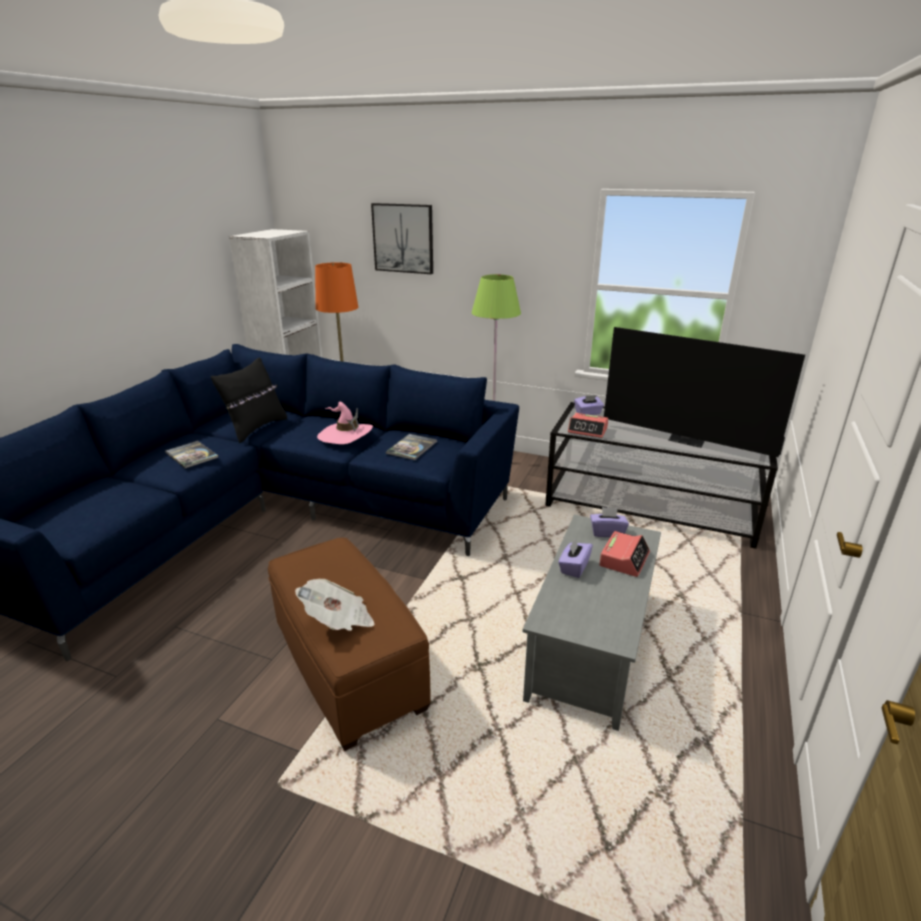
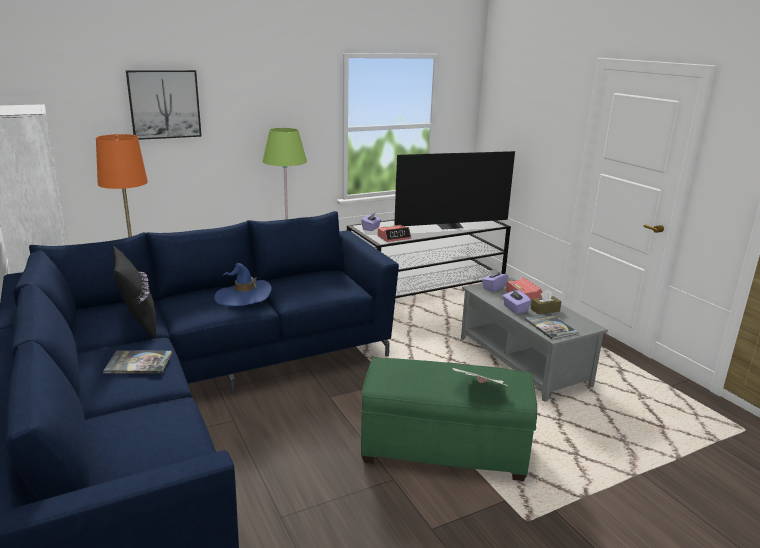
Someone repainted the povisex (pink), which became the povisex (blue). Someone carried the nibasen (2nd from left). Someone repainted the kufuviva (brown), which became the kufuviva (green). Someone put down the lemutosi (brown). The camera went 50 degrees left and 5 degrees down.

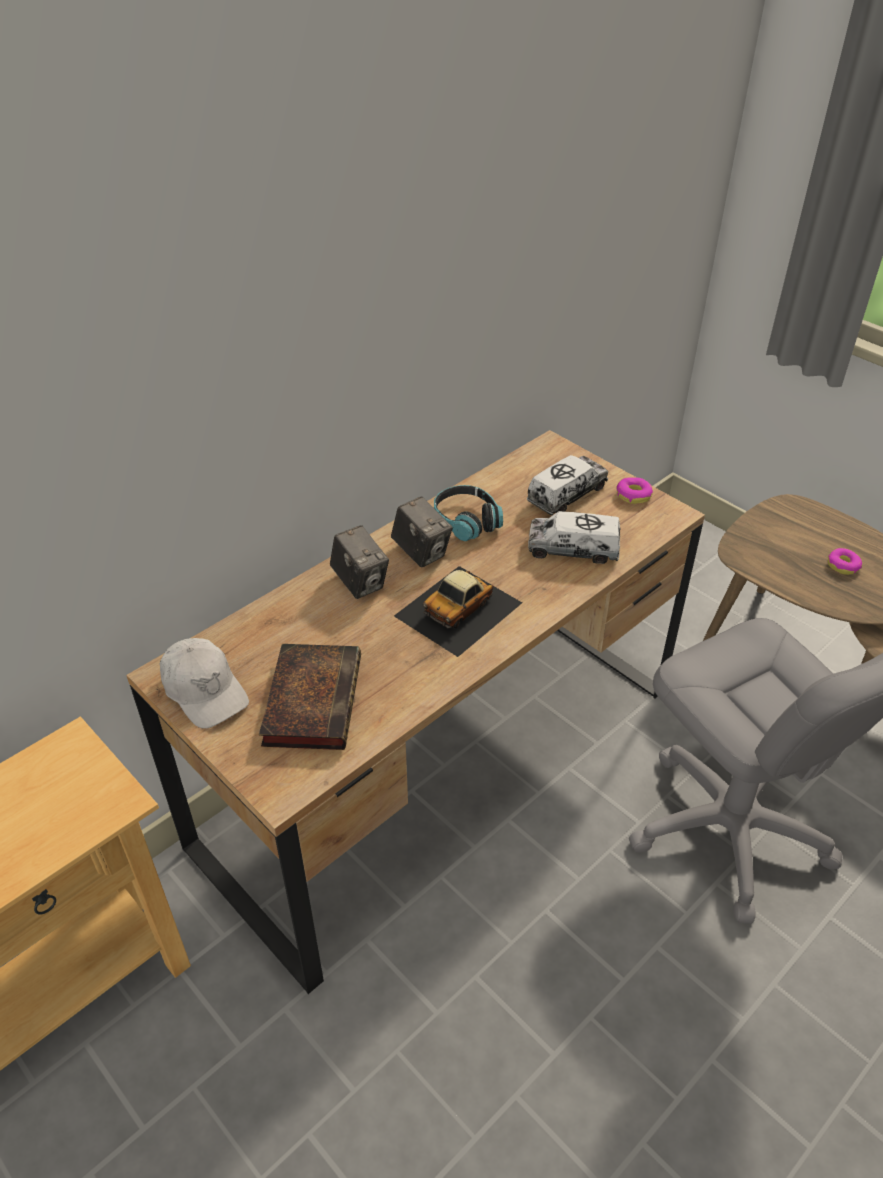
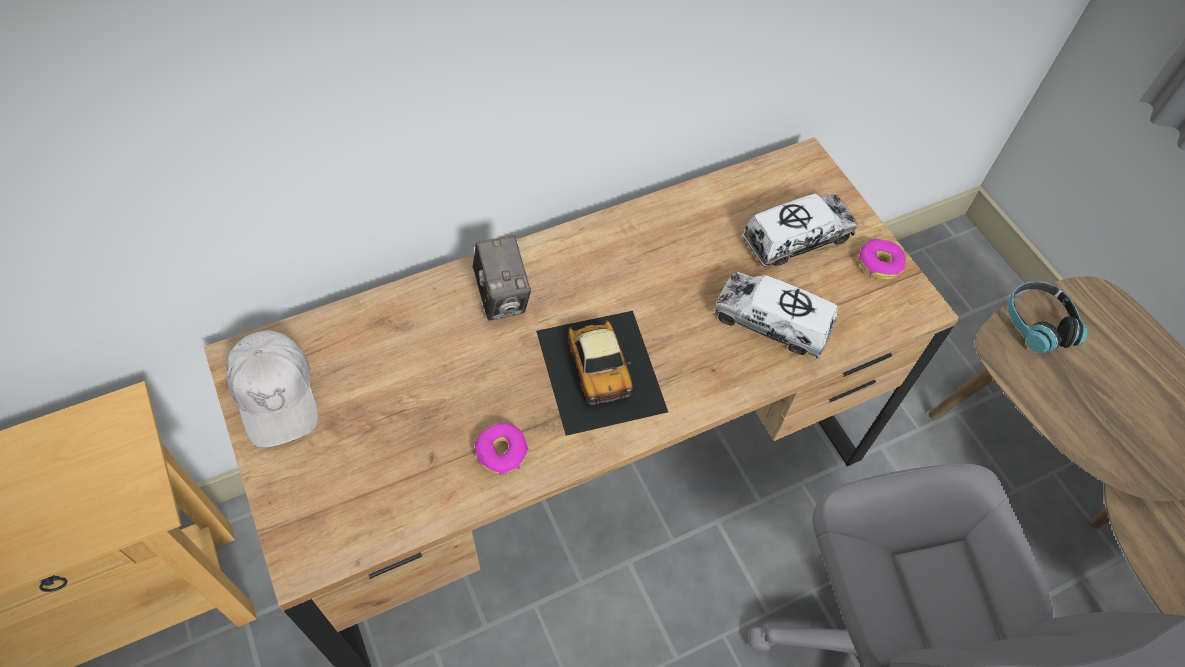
Someone carried the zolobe. Someone took away the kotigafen (2nd from left). Someone carried the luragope (2nd from left in the first image). Someone rotated the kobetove by 75 degrees counterclockwise. Someone took away the nibasen. The camera went 15 degrees right and 15 degrees up.

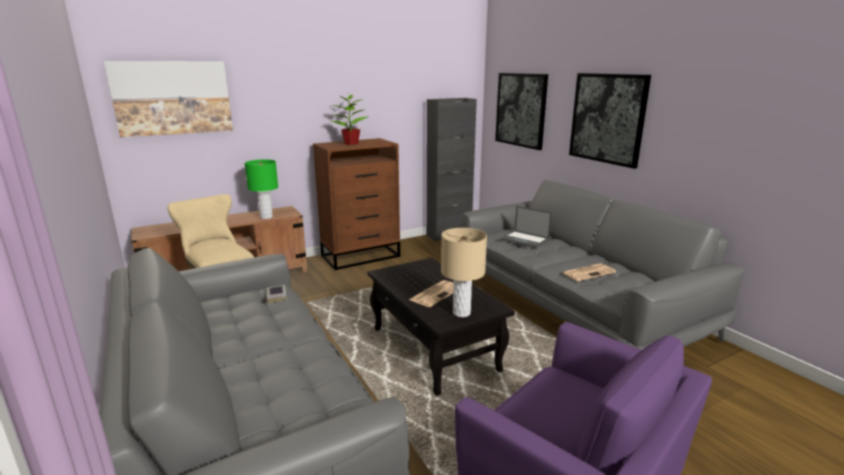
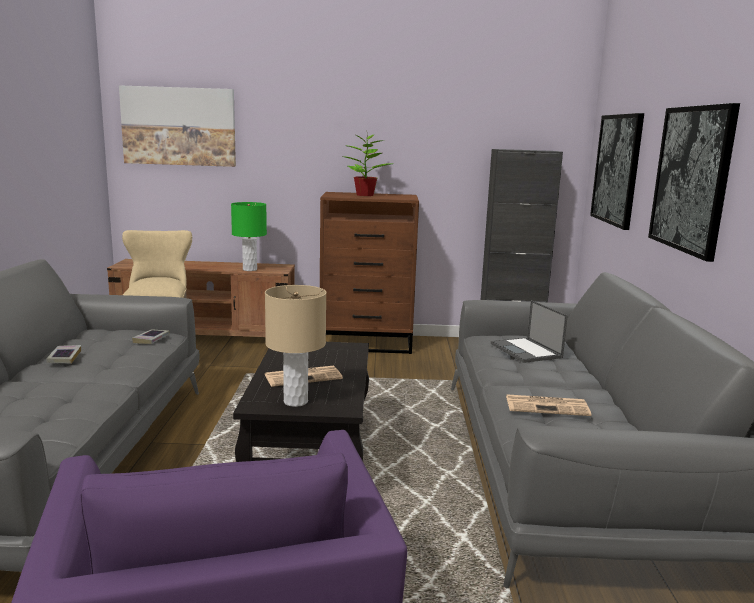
Someone put down the nibasen (1st from left). The camera went 30 degrees right and 5 degrees down.

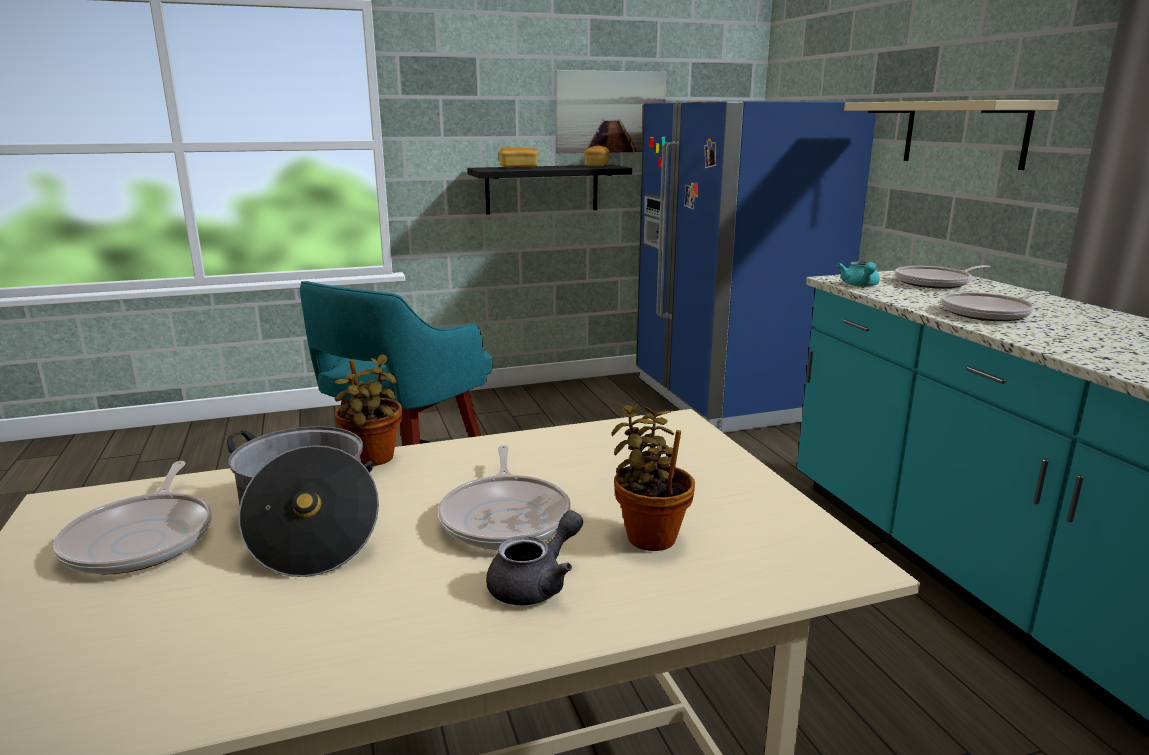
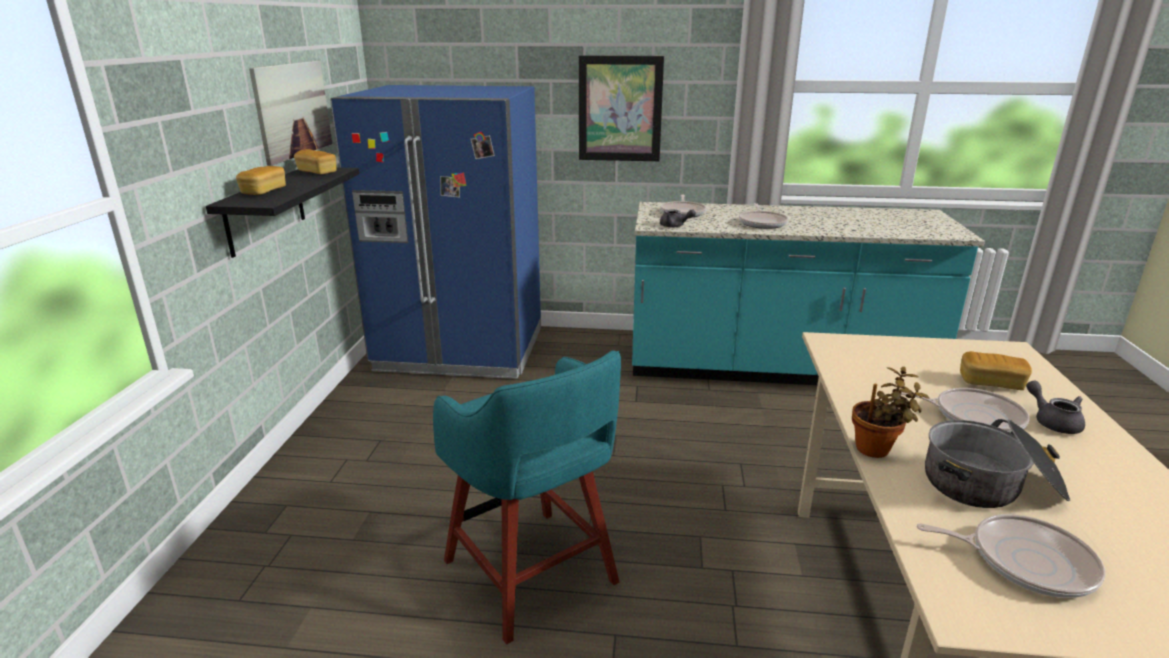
Someone swapped the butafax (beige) for the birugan (2nd from left). Someone repainted the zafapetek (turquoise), which became the zafapetek (grey) (1st from left). Someone swapped the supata (2nd from left) for the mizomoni (3rd from left). The camera went 65 degrees left and 5 degrees up.

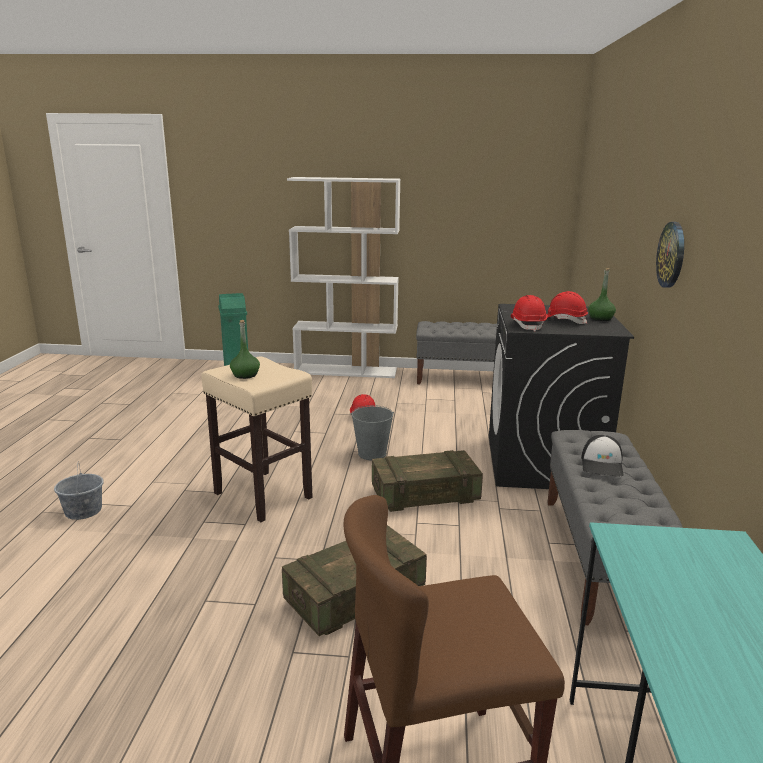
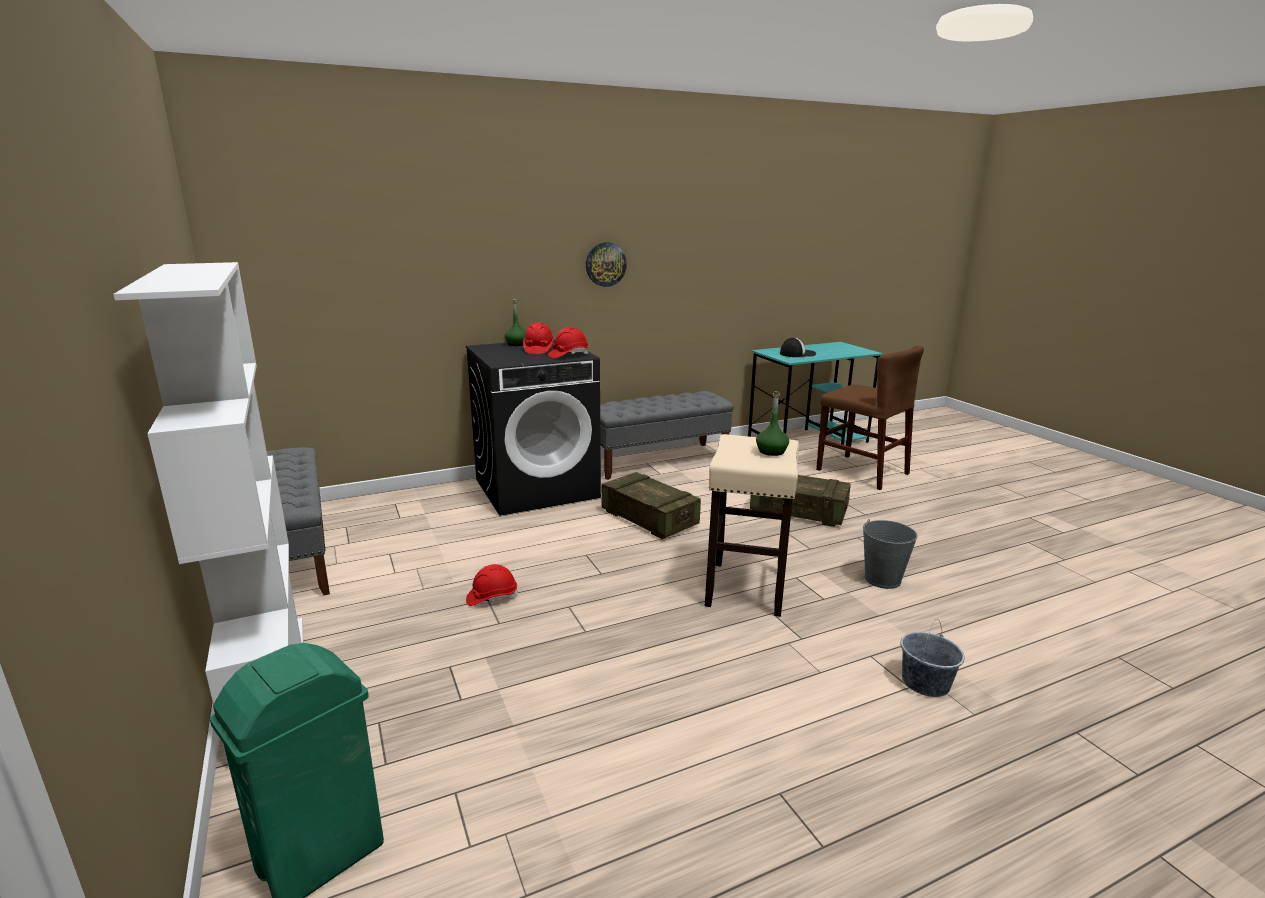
Someone carried the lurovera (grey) (2nd from left in the first image). Someone carried the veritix. The camera went 120 degrees left and 0 degrees up.

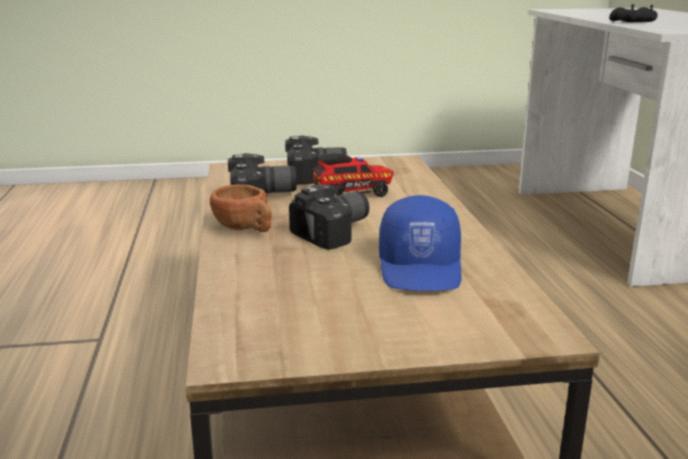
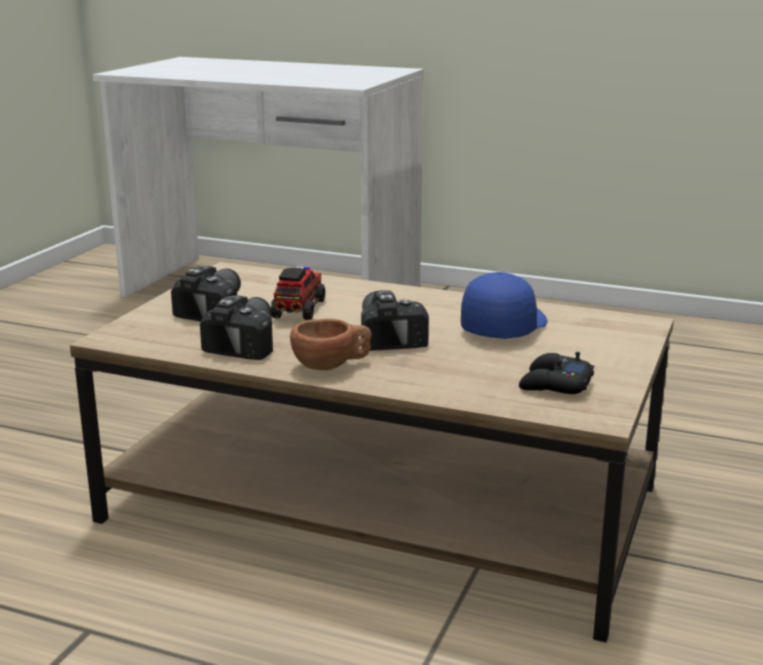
Someone carried the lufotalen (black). Someone rotated the veritix (blue) by 90 degrees counterclockwise. The camera went 60 degrees left and 0 degrees up.

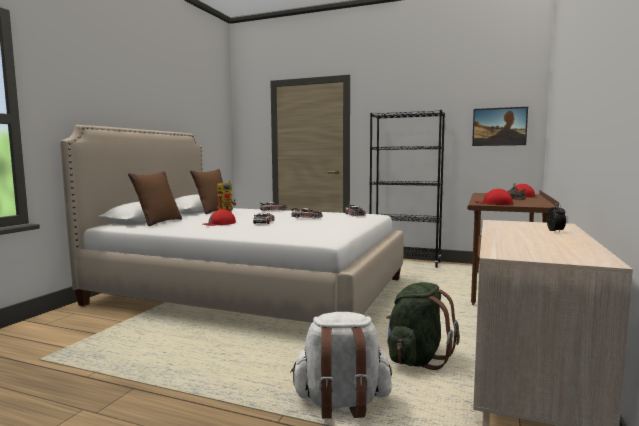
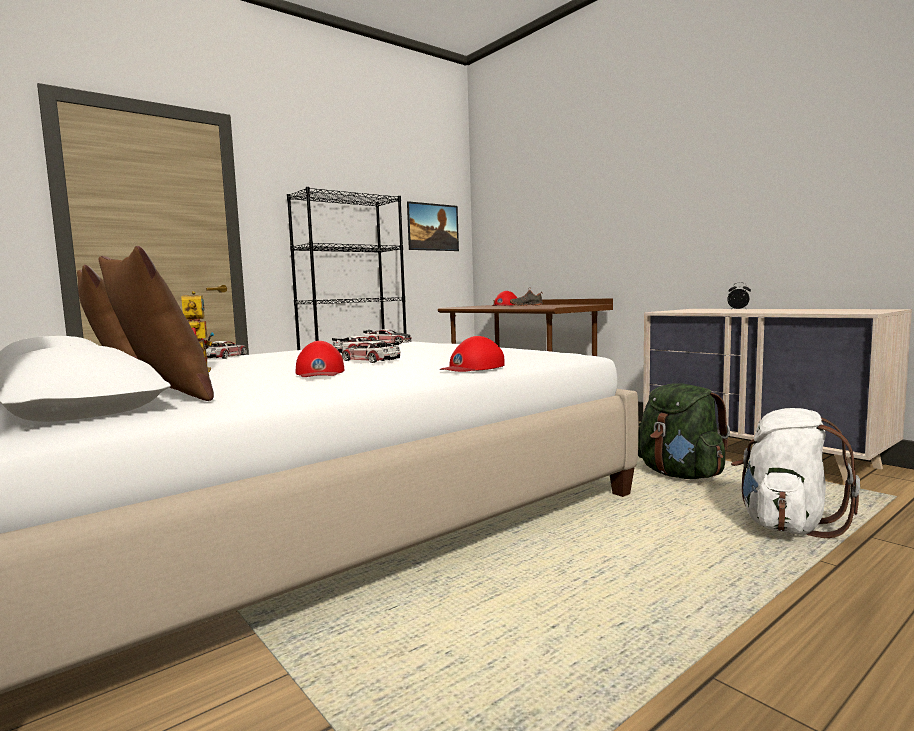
Someone carried the veritix (red) (2nd from left). The camera went 60 degrees left and 0 degrees up.

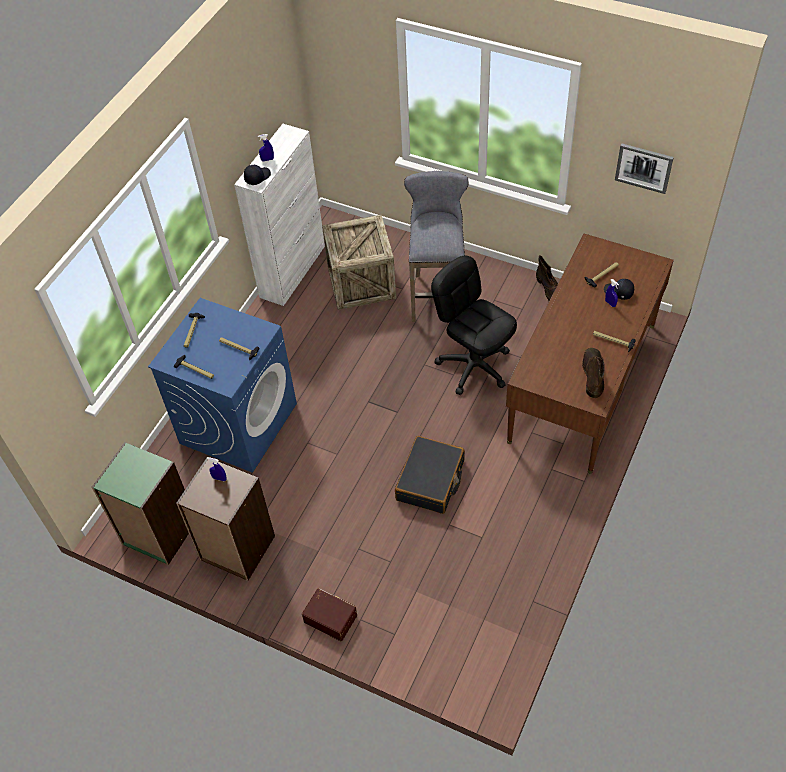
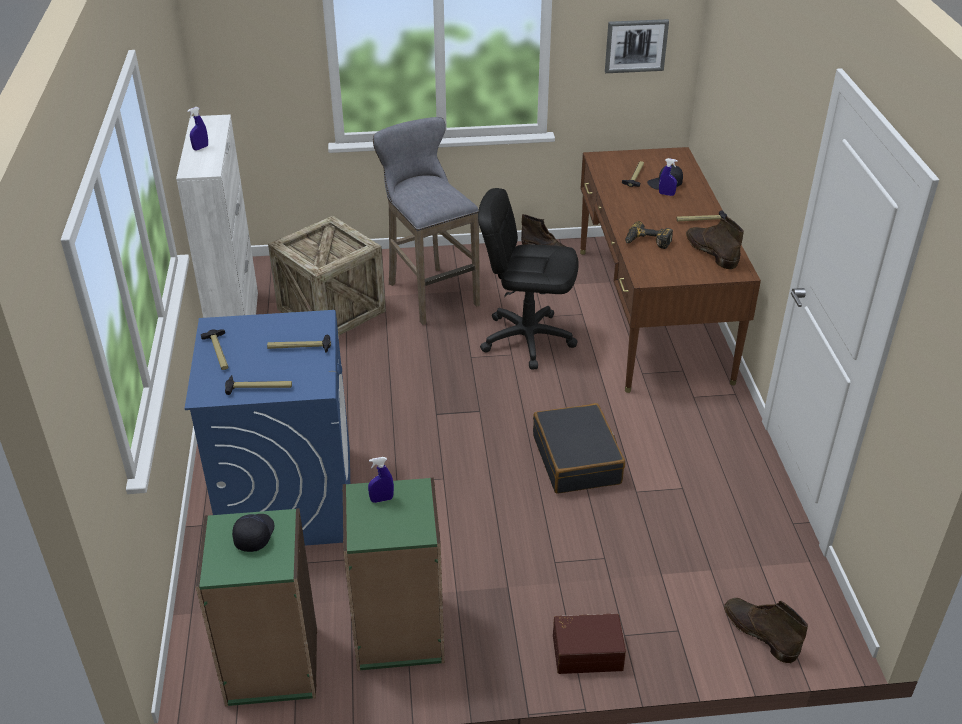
Someone carried the veritix (black) (1st from left). Someone repainted the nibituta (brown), which became the nibituta (green) (2nd from left). Someone put down the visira. Someone put down the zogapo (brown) (3rd from left). The camera went 35 degrees left and 15 degrees down.

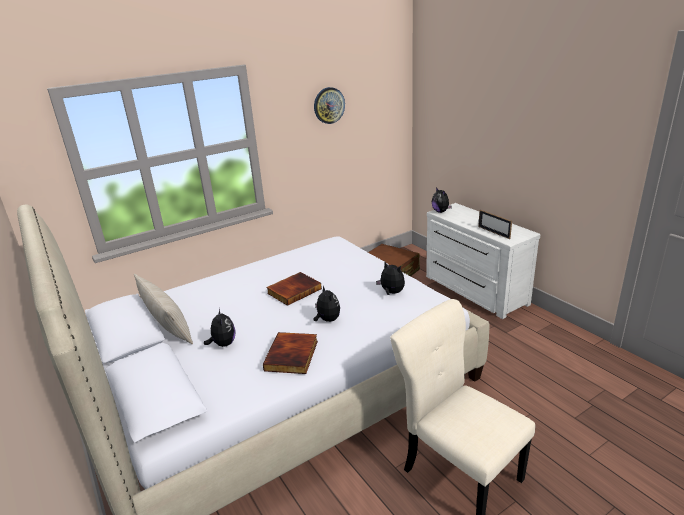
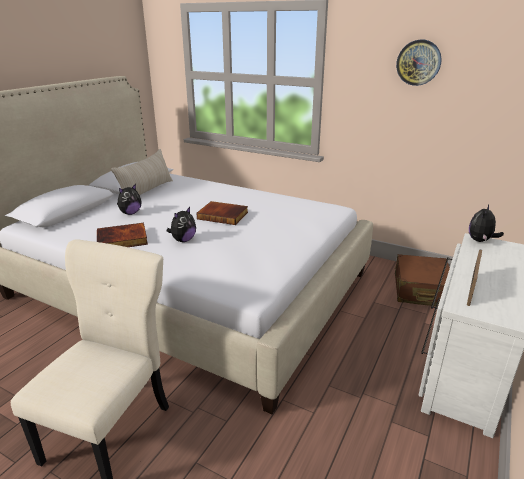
Someone took away the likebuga (3rd from left). The camera went 60 degrees right and 0 degrees up.

